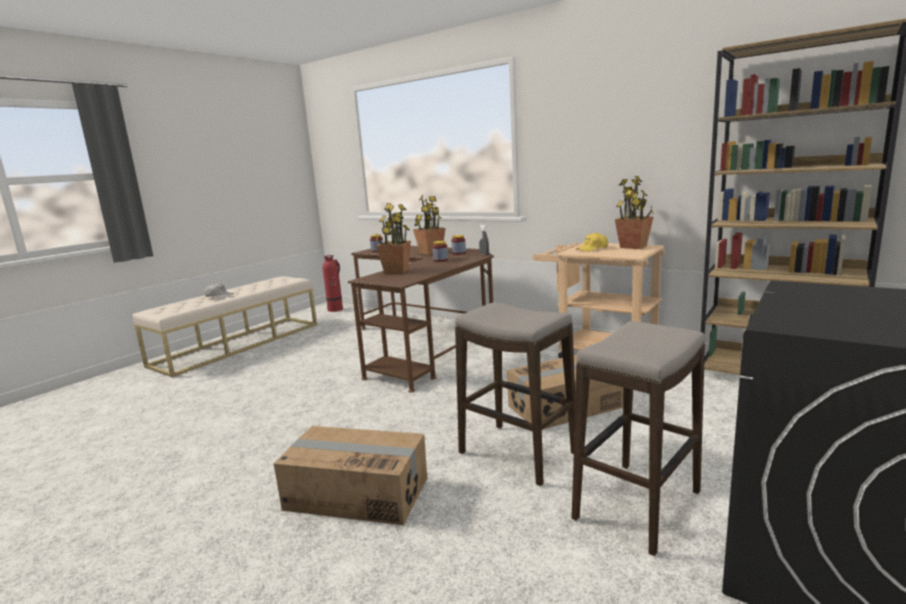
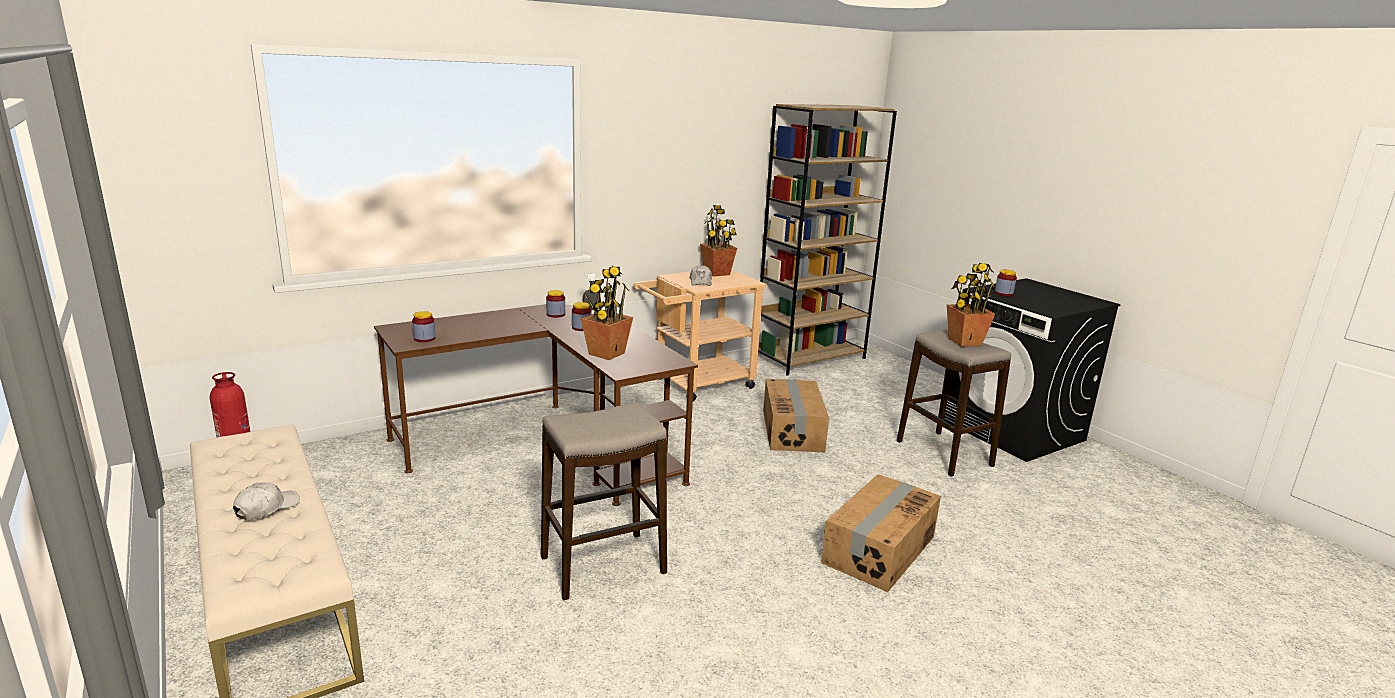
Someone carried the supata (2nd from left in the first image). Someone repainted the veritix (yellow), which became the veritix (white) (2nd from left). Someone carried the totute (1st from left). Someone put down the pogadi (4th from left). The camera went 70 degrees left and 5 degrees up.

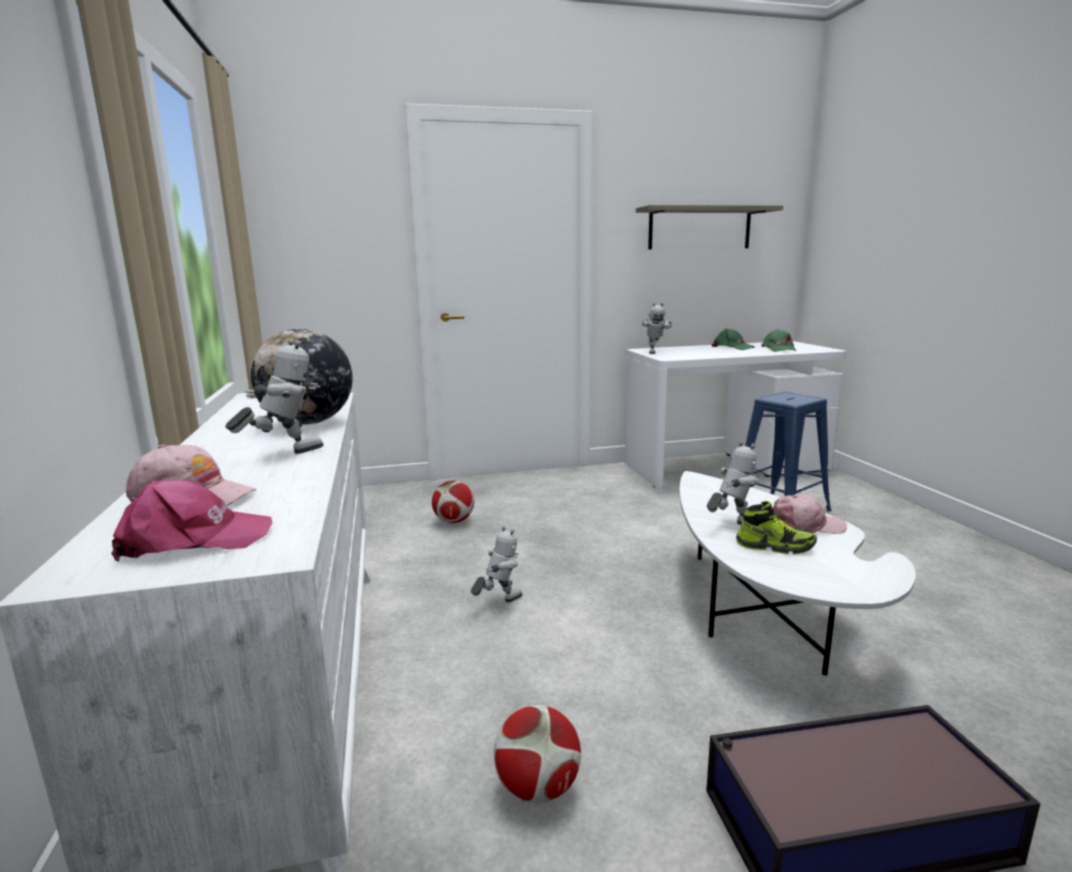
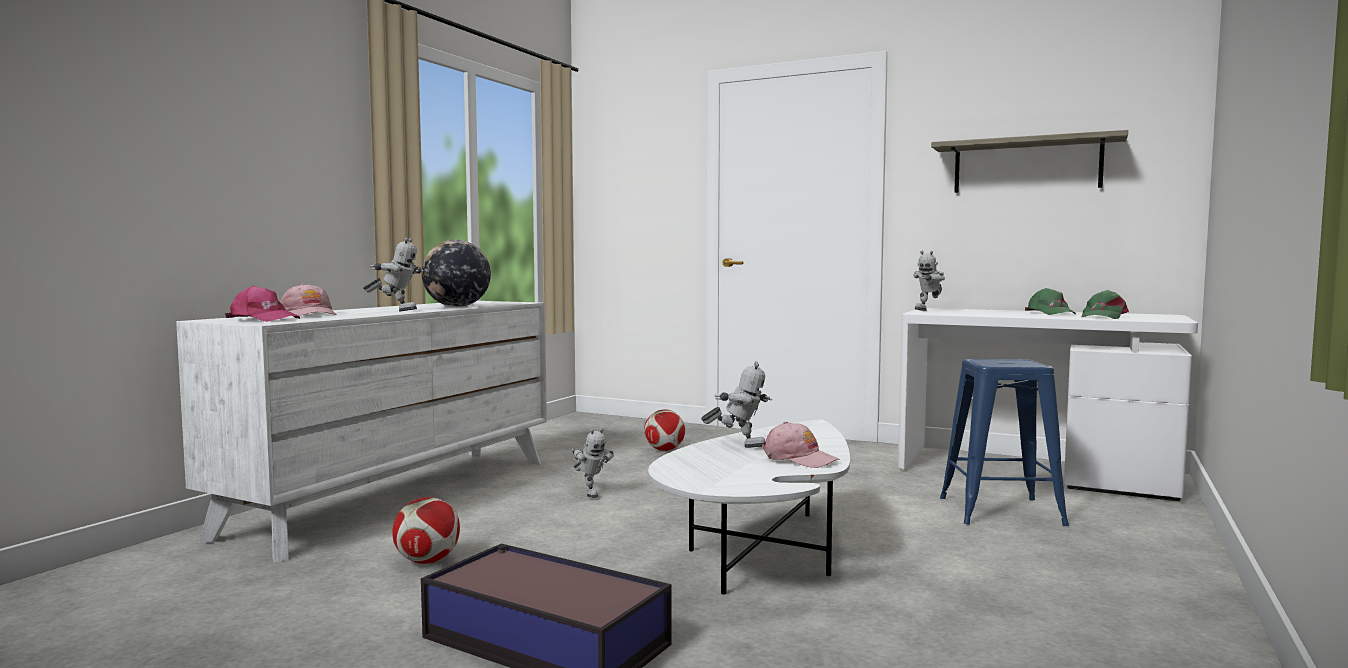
Someone took away the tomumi. Someone rotated the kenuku (2nd from left) by 60 degrees clockwise. The camera went 40 degrees right and 10 degrees down.

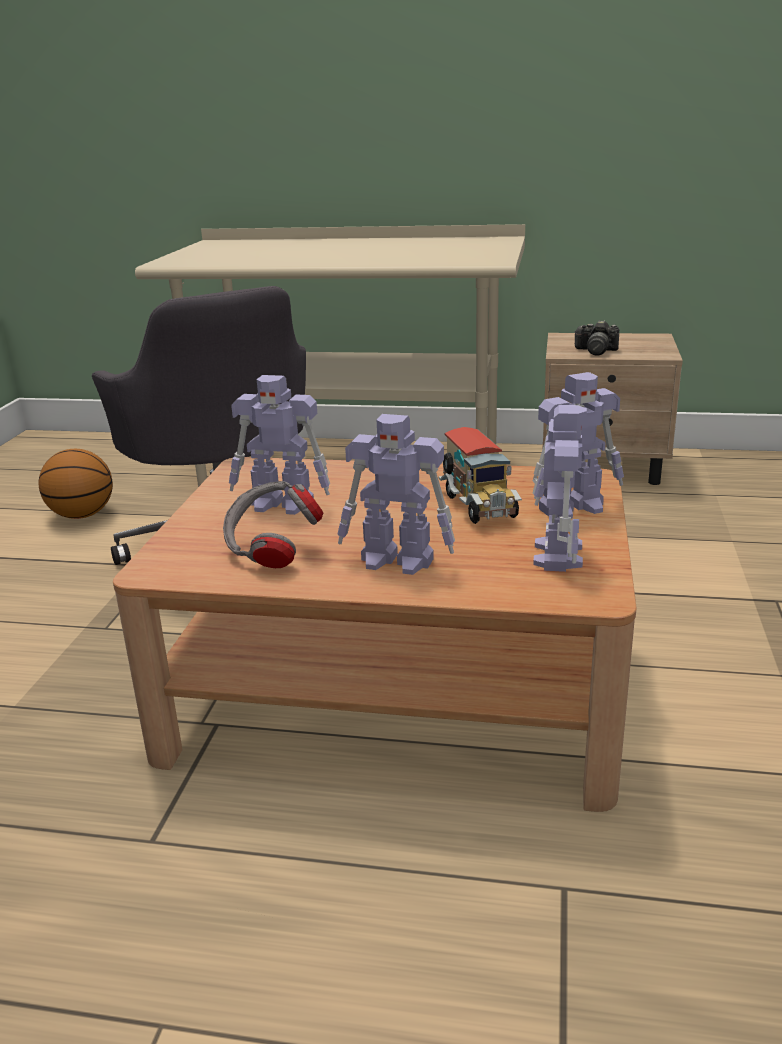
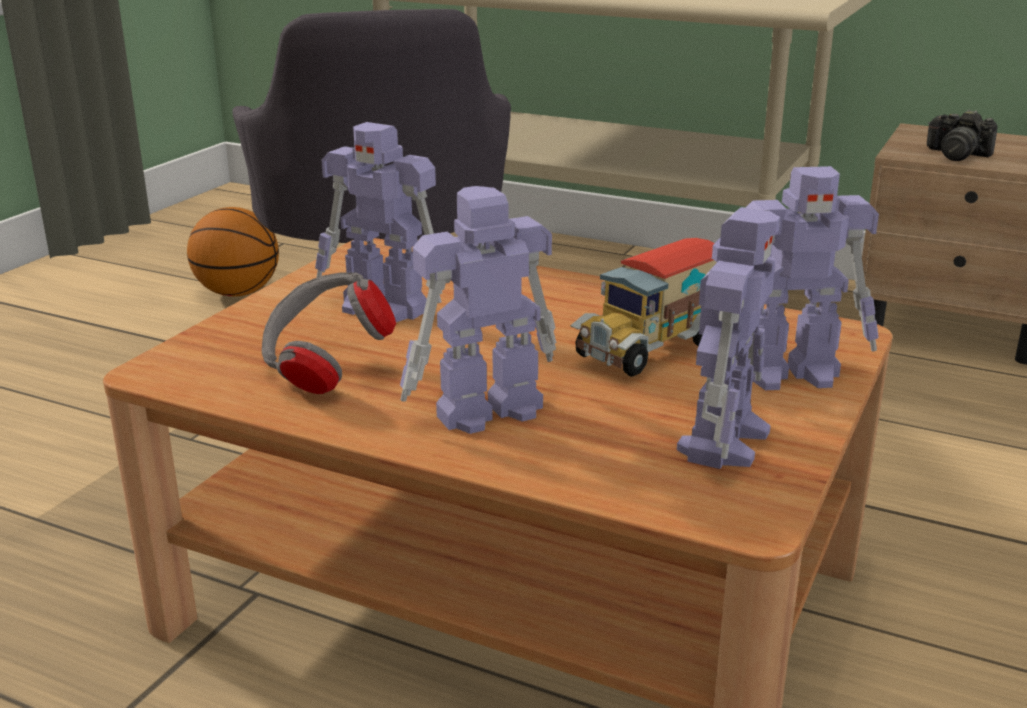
Someone rotated the kenuku (2nd from left) by 120 degrees clockwise. Someone rotated the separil by 45 degrees clockwise. The camera went 15 degrees right and 0 degrees up.

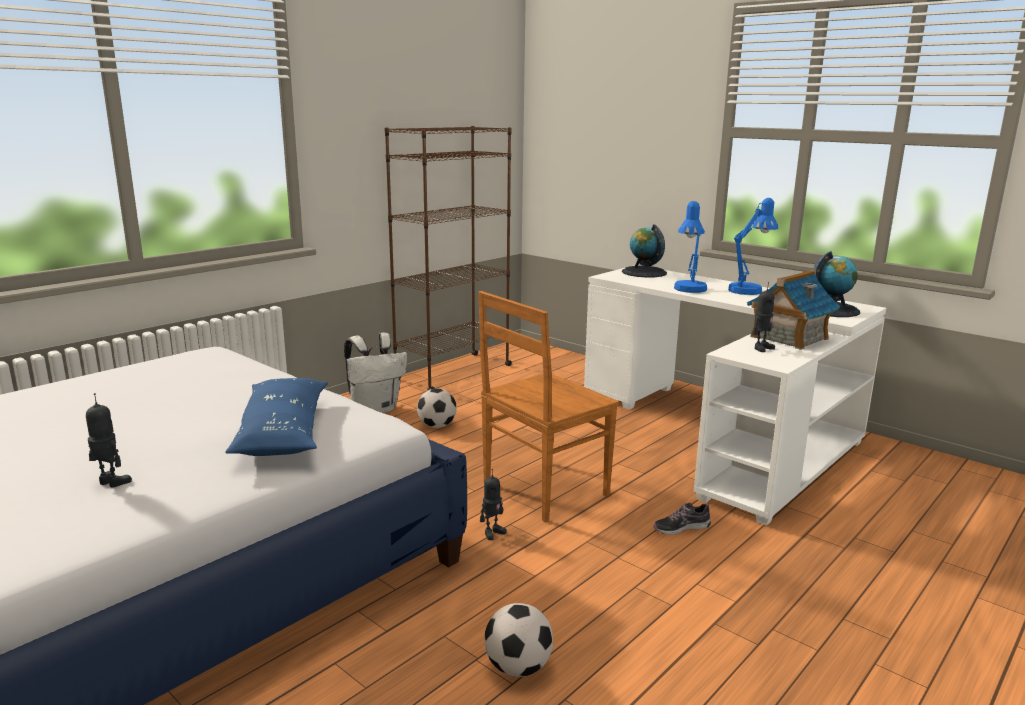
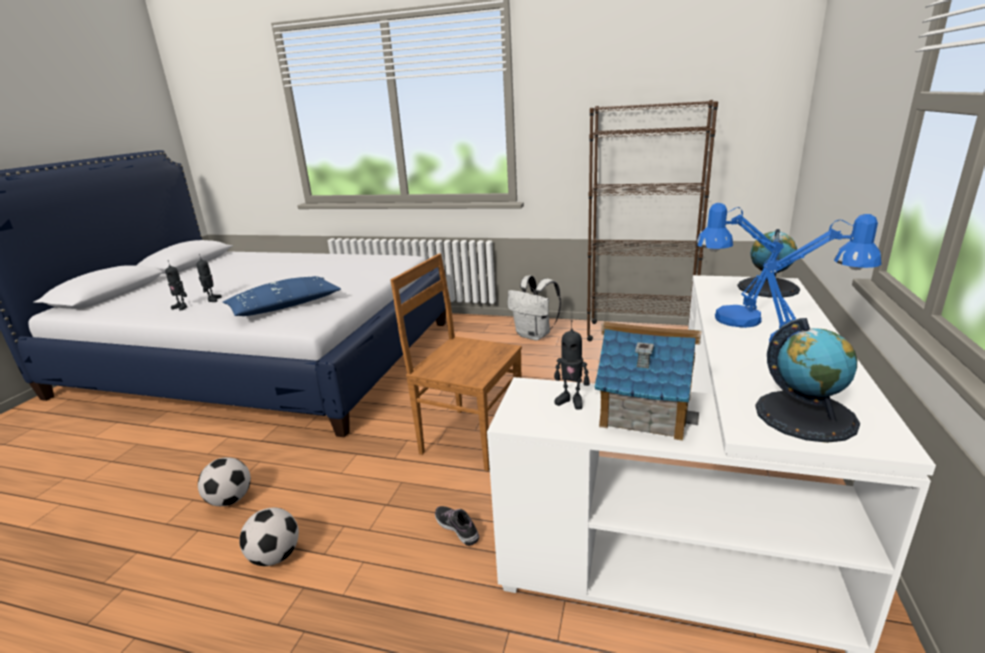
Someone carried the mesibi (1st from left in the first image). Someone carried the kenuku (2nd from left in the first image). The camera went 65 degrees right and 5 degrees up.

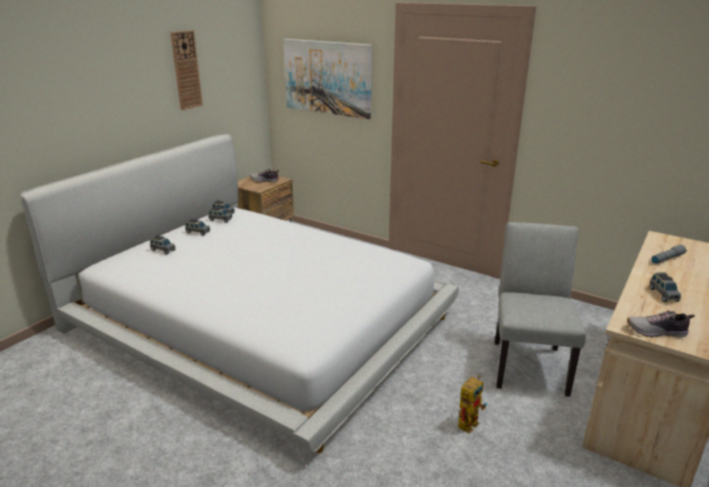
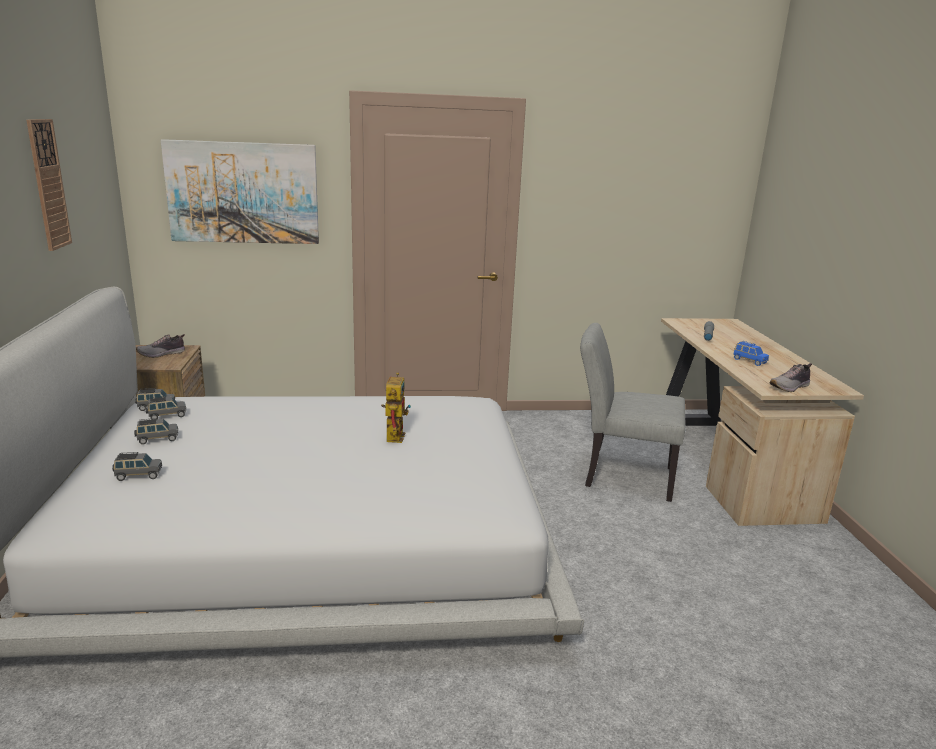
Someone rotated the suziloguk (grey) by 45 degrees counterclockwise. Someone repainted the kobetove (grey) (5th from left), which became the kobetove (blue). Someone carried the kenuku. The camera went 40 degrees left and 5 degrees down.

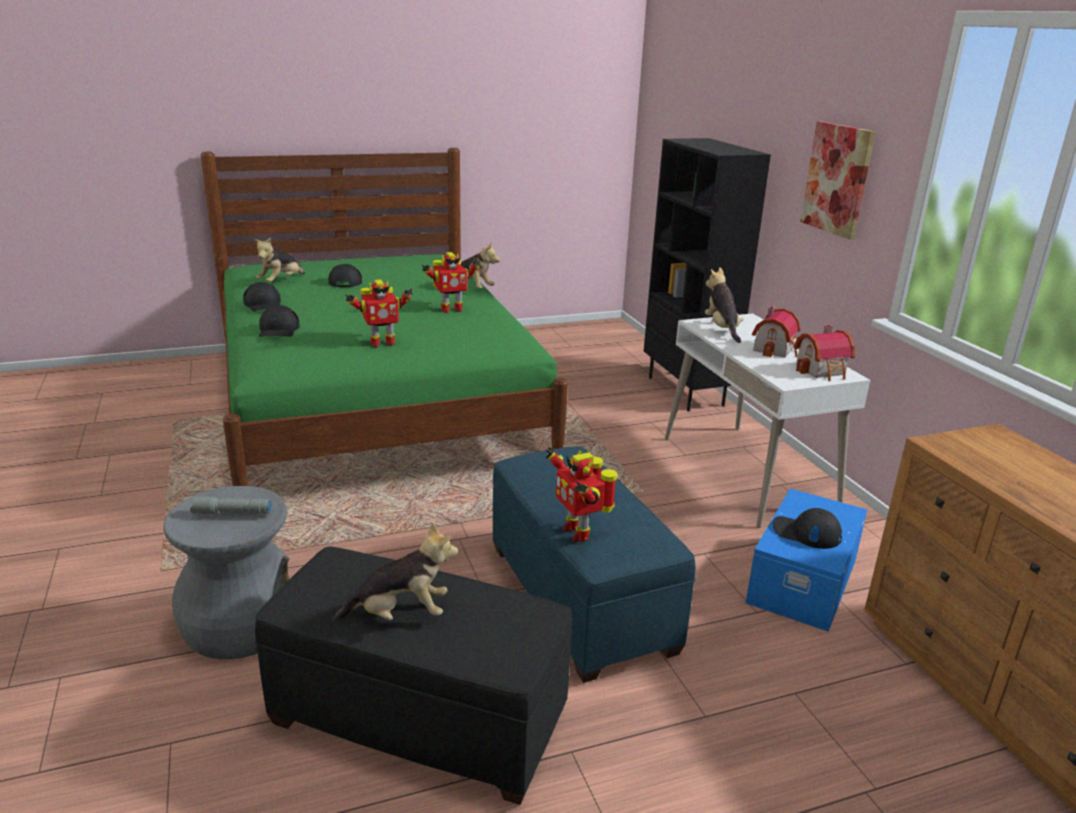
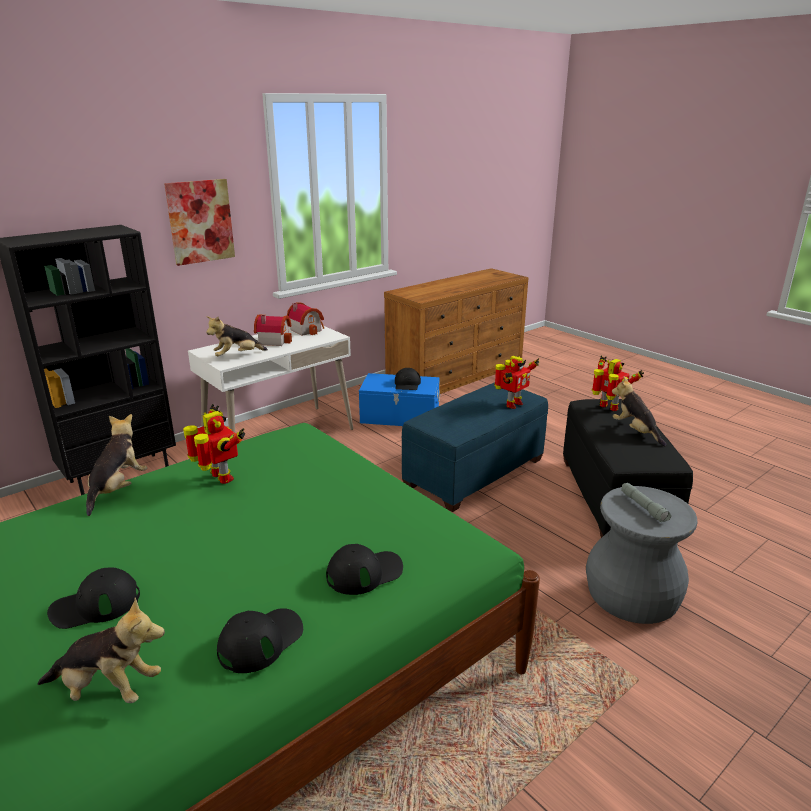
Someone carried the kenuku (1st from left in the first image). The camera went 110 degrees left and 0 degrees up.

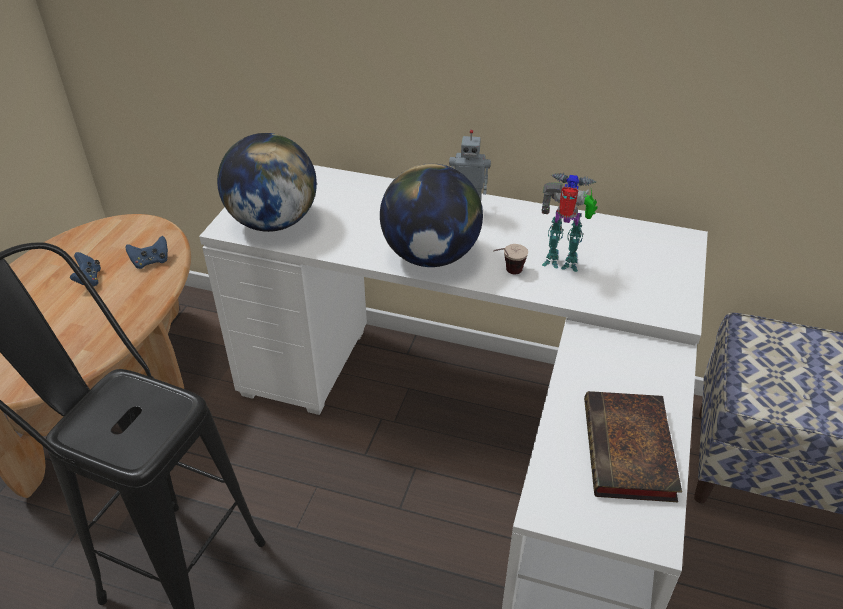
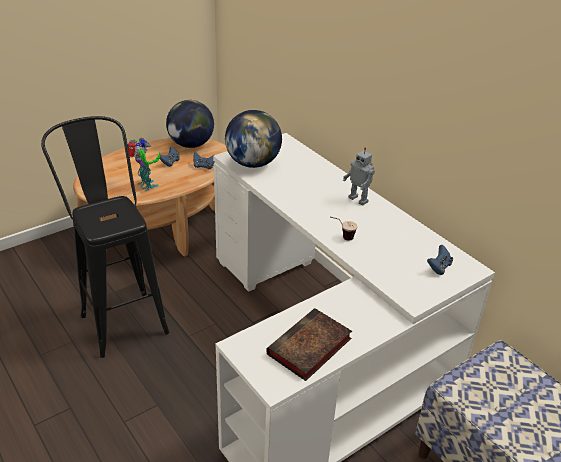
Someone carried the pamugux (2nd from left in the first image). Someone carried the kenuku (2nd from left in the first image). Someone put down the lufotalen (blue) (3rd from left). The camera went 35 degrees right and 5 degrees down.

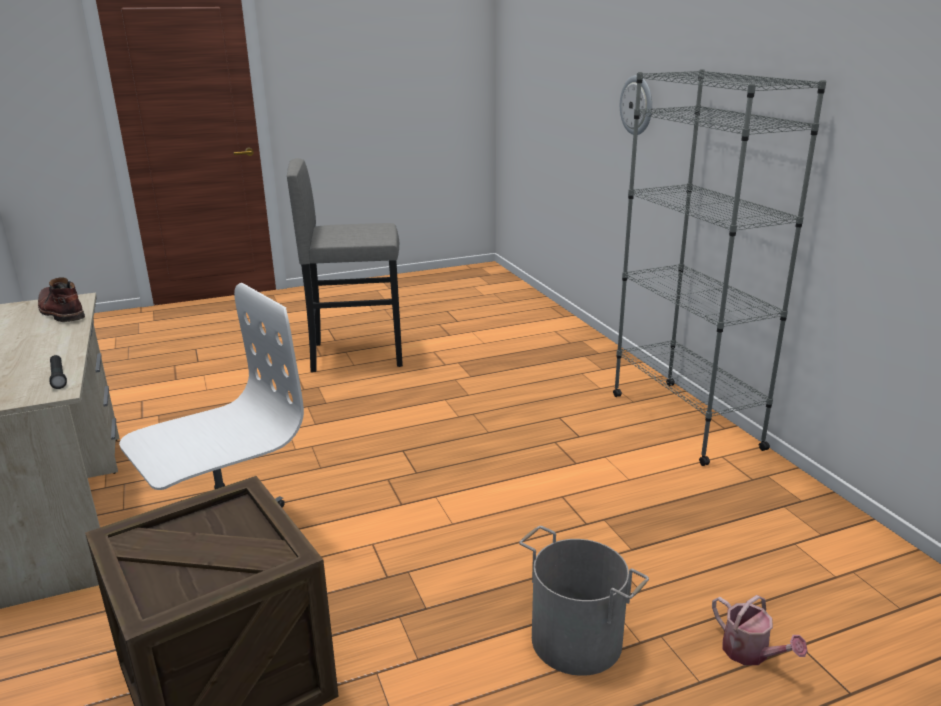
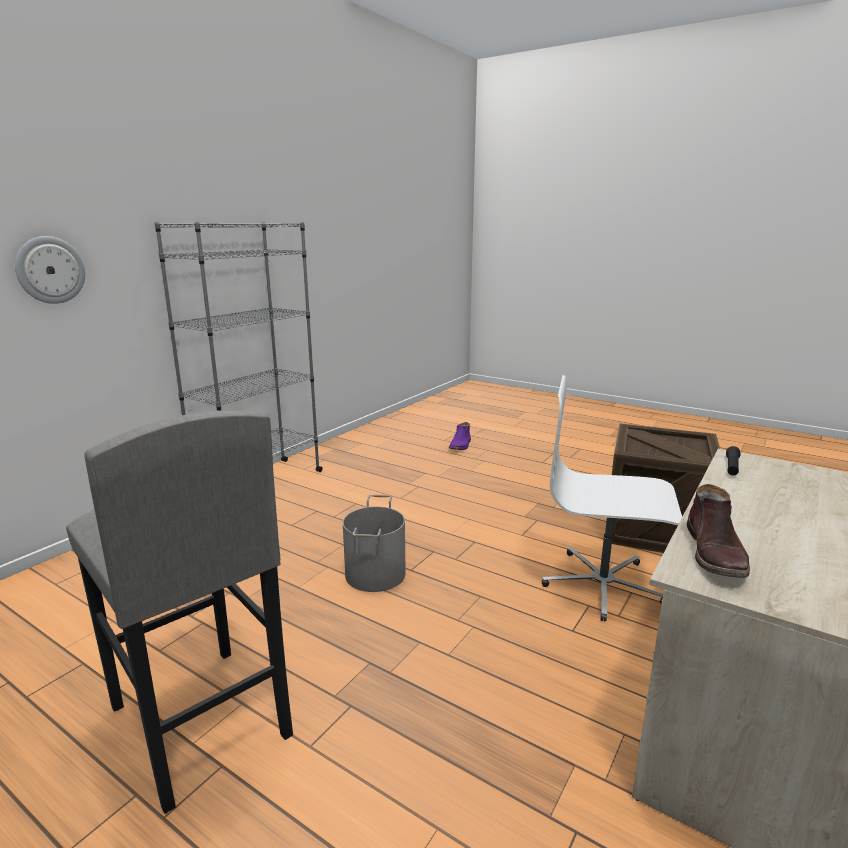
Someone carried the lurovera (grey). Someone swapped the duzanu for the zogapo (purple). The camera went 125 degrees left and 5 degrees down.

